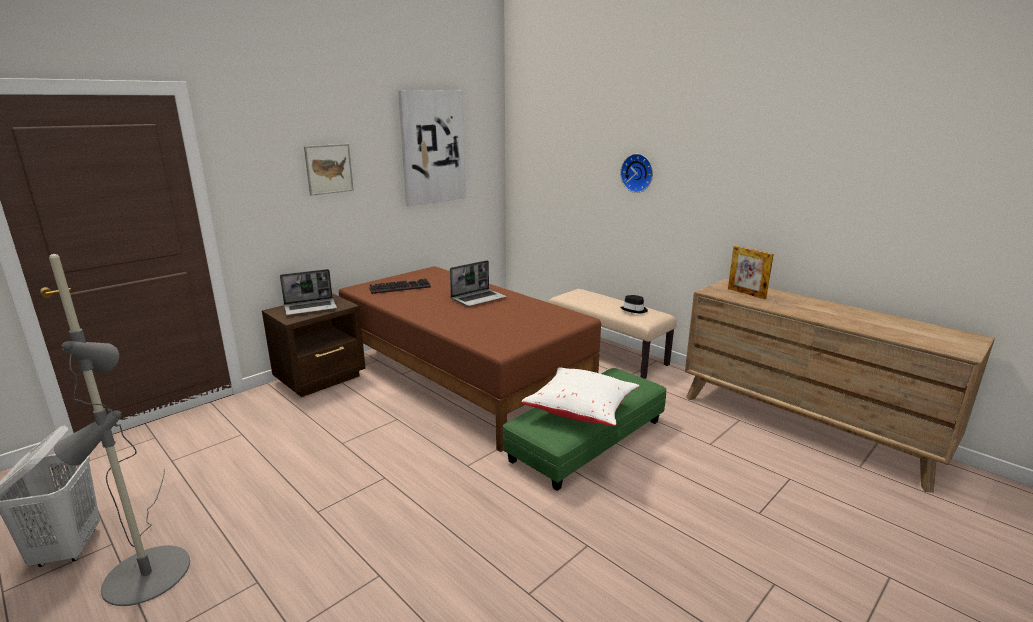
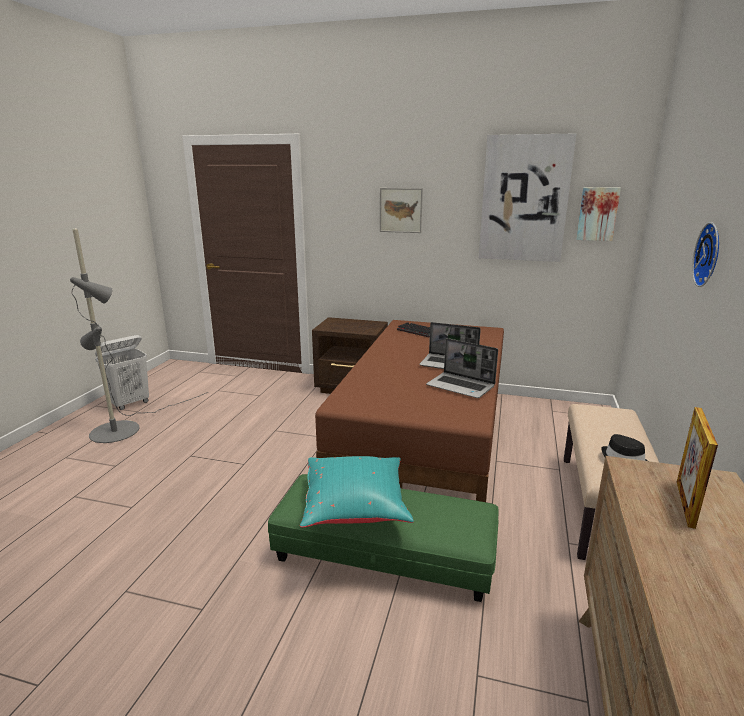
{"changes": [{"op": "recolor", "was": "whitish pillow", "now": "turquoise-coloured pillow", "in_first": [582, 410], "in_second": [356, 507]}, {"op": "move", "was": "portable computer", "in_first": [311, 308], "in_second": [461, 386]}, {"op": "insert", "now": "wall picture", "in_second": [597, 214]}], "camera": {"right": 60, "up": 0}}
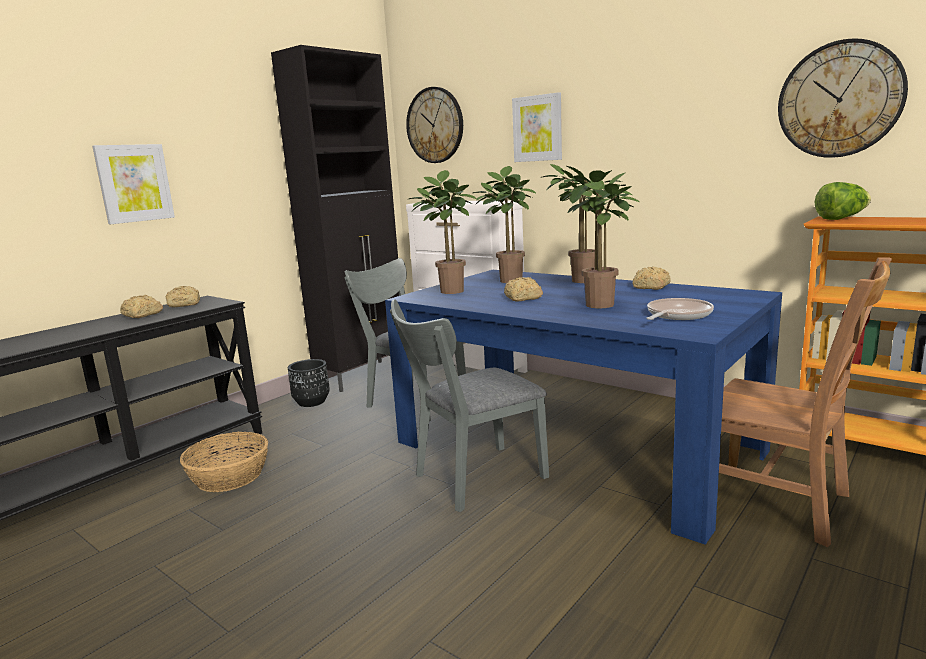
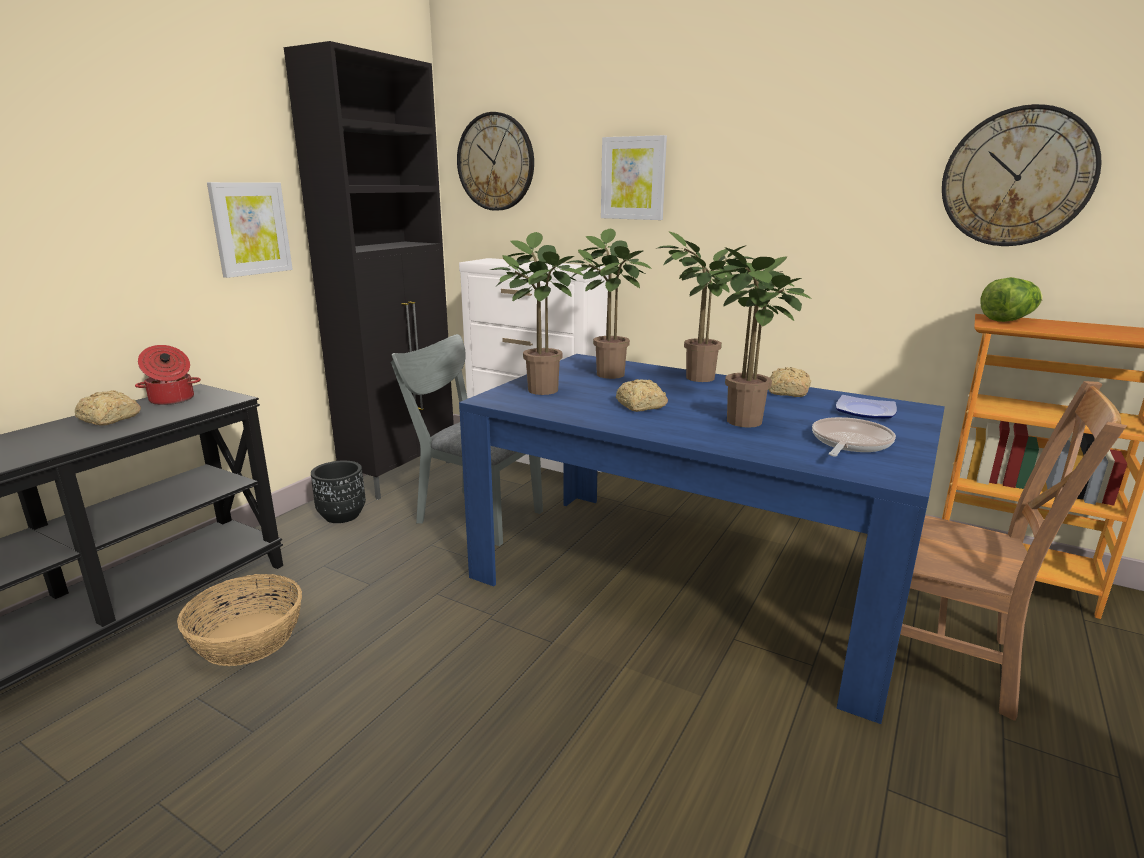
{"changes": [{"op": "replace", "was": "bakery bread", "now": "saucepot", "in_first": [185, 304], "in_second": [172, 400]}, {"op": "move", "was": "wall picture", "in_first": [134, 183], "in_second": [250, 228]}, {"op": "insert", "now": "plate", "in_second": [866, 412]}, {"op": "delete", "was": "grey chair", "in_first": [472, 479]}], "camera": {"right": -10, "up": 5}}
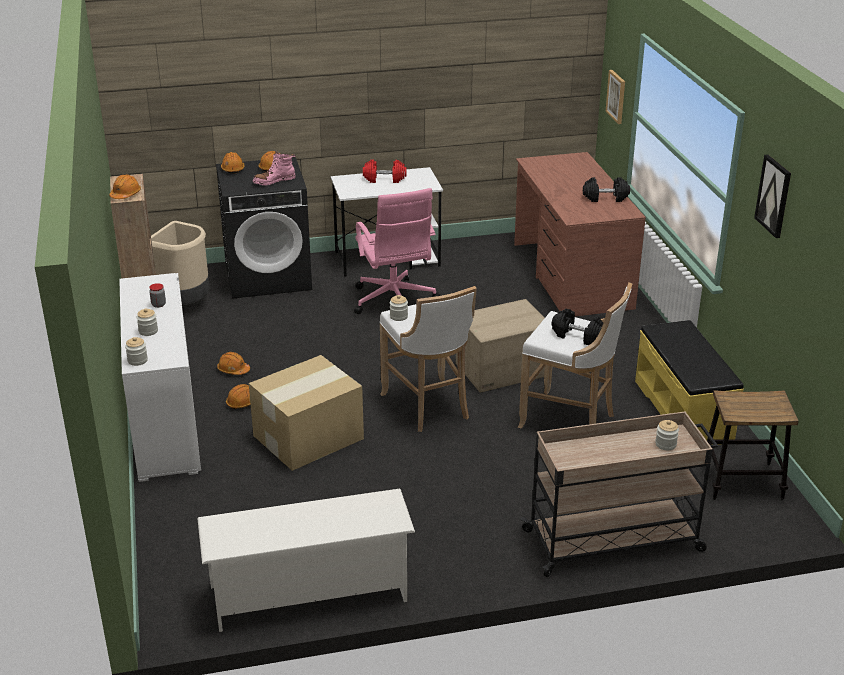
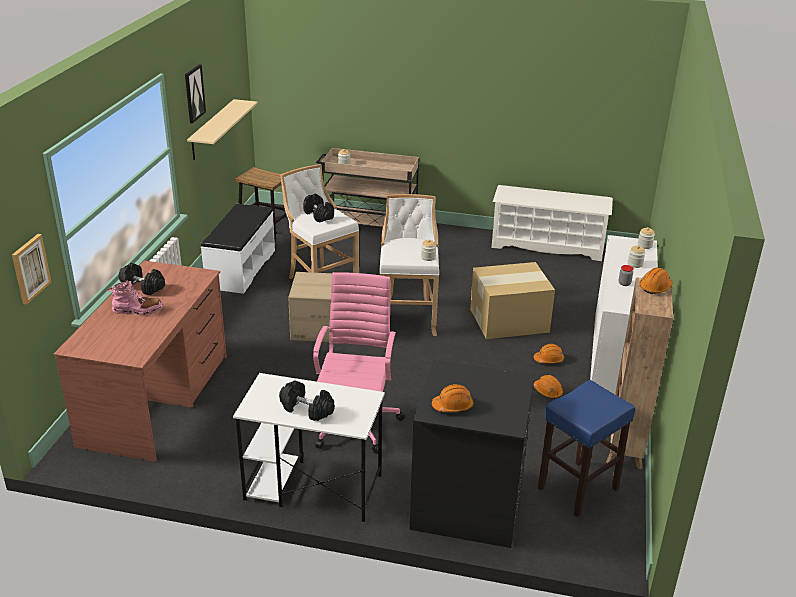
{"changes": [{"op": "move", "was": "pink high-top boot", "in_first": [274, 181], "in_second": [137, 310]}, {"op": "insert", "now": "beige shelf", "in_second": [212, 129]}, {"op": "recolor", "was": "yellow-coloured long seat", "now": "whitish long seat", "in_first": [683, 410], "in_second": [240, 268]}, {"op": "recolor", "was": "reddish free weight", "now": "black-coloured free weight", "in_first": [384, 179], "in_second": [306, 409]}, {"op": "replace", "was": "beige waste bin", "now": "blue sitting stool", "in_first": [185, 305], "in_second": [577, 489]}, {"op": "delete", "was": "orange safety helmet", "in_first": [232, 169]}], "camera": {"right": -155, "up": 0}}
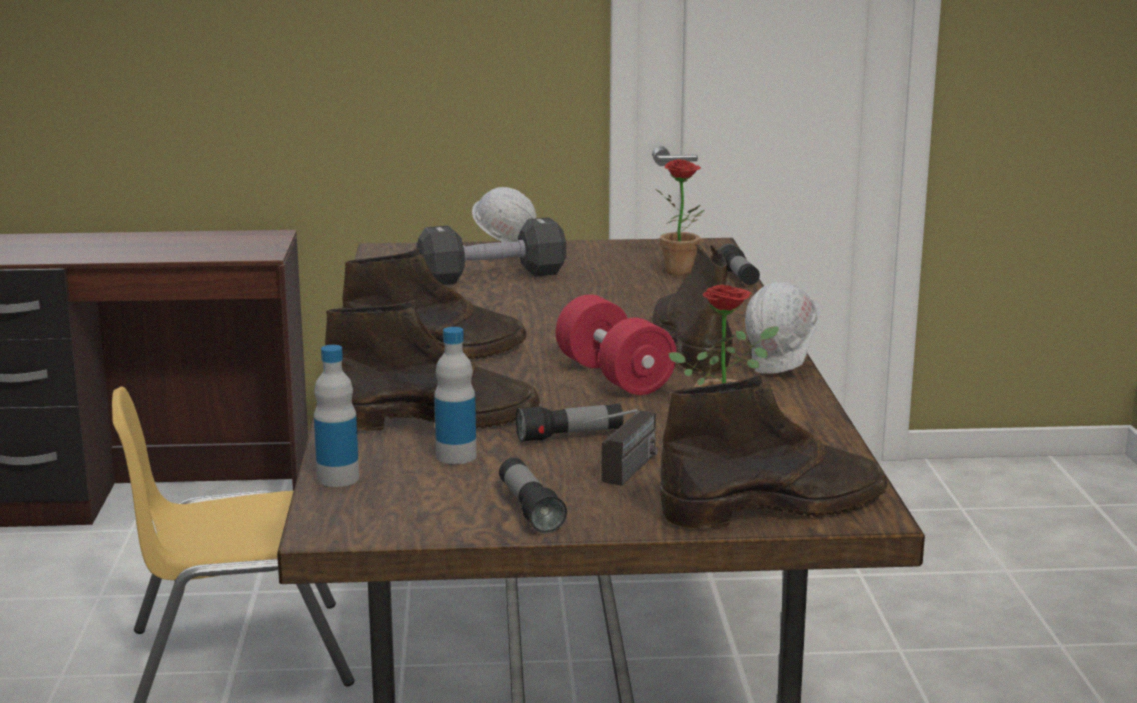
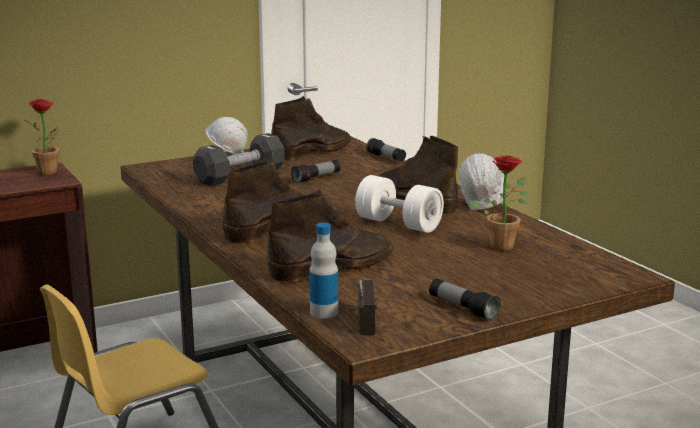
{"changes": [{"op": "move", "was": "houseplant", "in_first": [683, 273], "in_second": [50, 173]}, {"op": "move", "was": "brown high-top boot", "in_first": [776, 507], "in_second": [312, 151]}, {"op": "move", "was": "torch", "in_first": [570, 436], "in_second": [316, 178]}, {"op": "recolor", "was": "reddish free weight", "now": "whitish free weight", "in_first": [614, 376], "in_second": [398, 224]}, {"op": "move", "was": "radio", "in_first": [622, 477], "in_second": [368, 328]}, {"op": "delete", "was": "beverage bottle", "in_first": [456, 456]}], "camera": {"right": -25, "up": 0}}
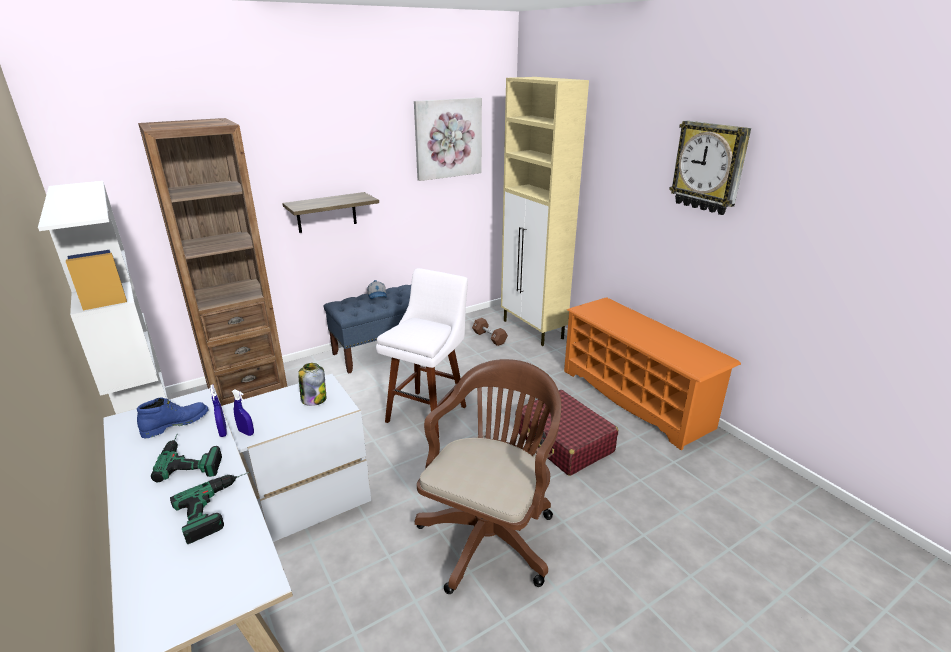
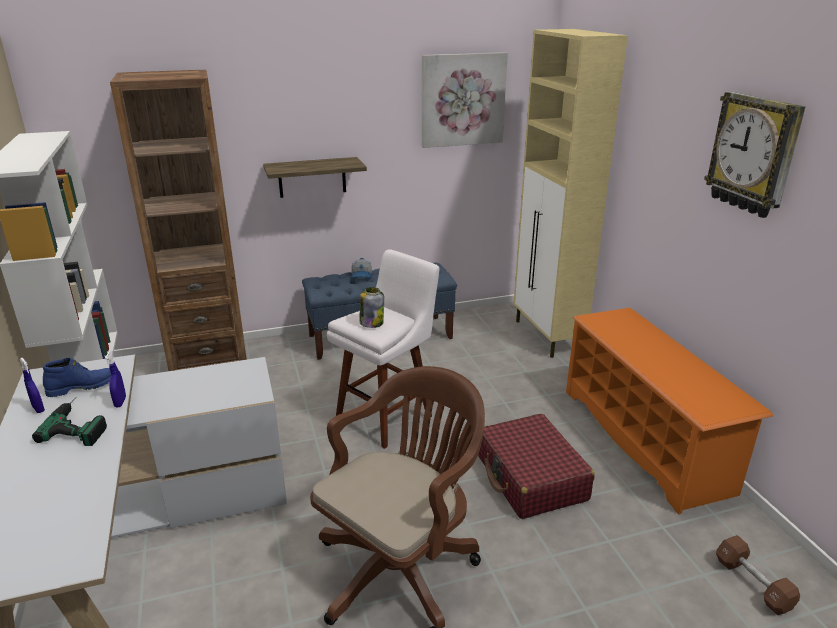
{"changes": [{"op": "move", "was": "blue hand sprayer", "in_first": [246, 432], "in_second": [38, 409]}, {"op": "move", "was": "preserve jar", "in_first": [314, 399], "in_second": [371, 323]}, {"op": "move", "was": "brown free weight", "in_first": [489, 338], "in_second": [753, 584]}, {"op": "delete", "was": "electric drill", "in_first": [219, 506]}], "camera": {"right": 15, "up": 0}}
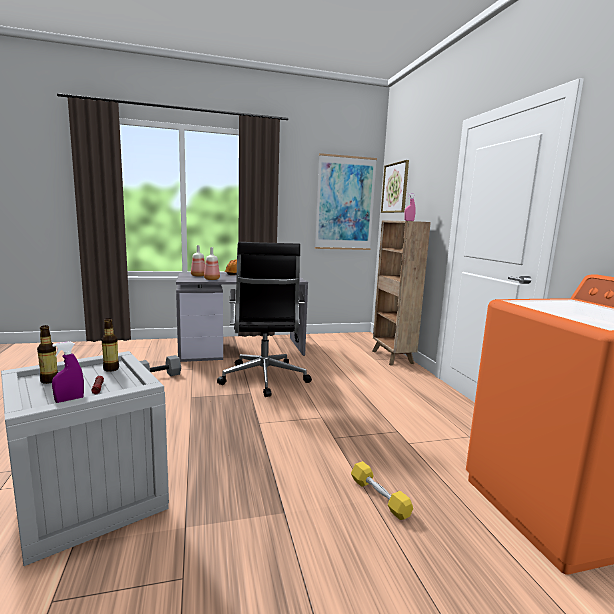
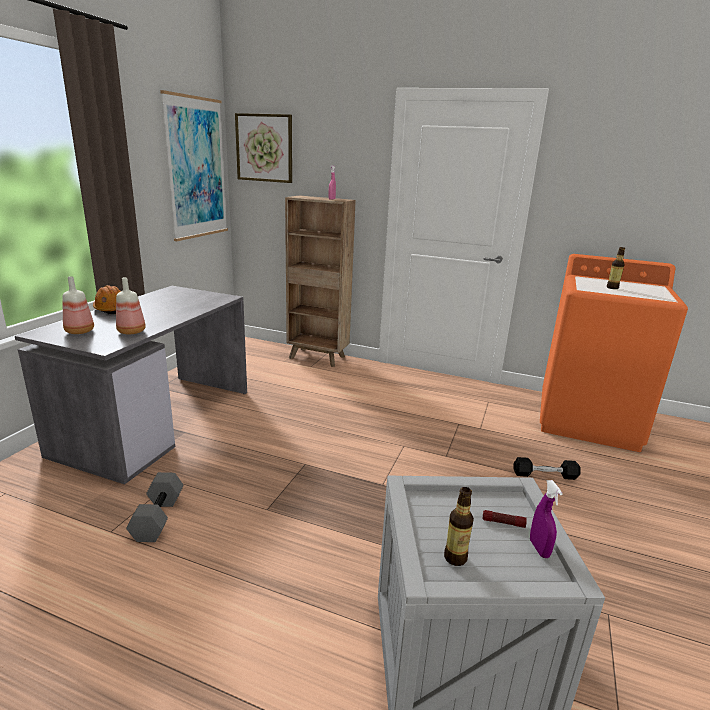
{"changes": [{"op": "recolor", "was": "yellow-coloured free weight", "now": "black-coloured free weight", "in_first": [379, 497], "in_second": [544, 475]}, {"op": "move", "was": "beverage bottle", "in_first": [111, 369], "in_second": [612, 288]}, {"op": "delete", "was": "black-coloured computer chair", "in_first": [264, 379]}], "camera": {"right": -55, "up": 10}}
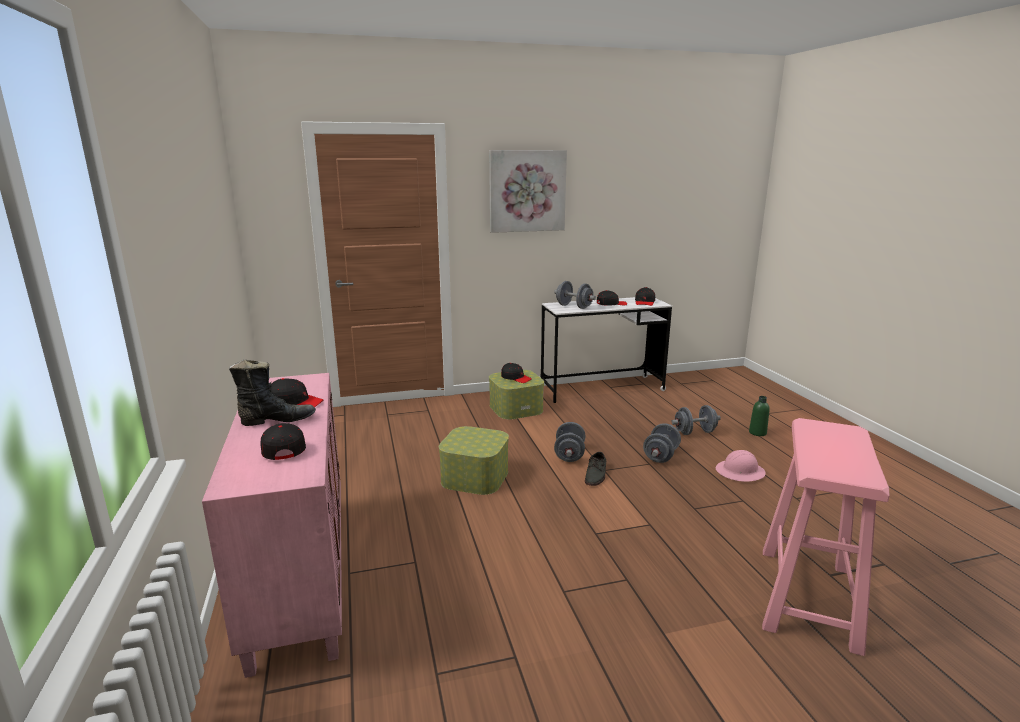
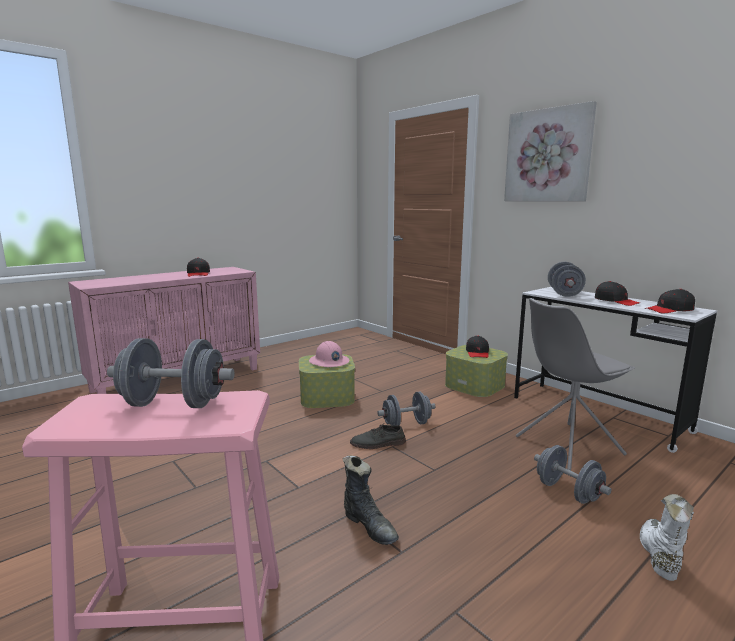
{"changes": [{"op": "move", "was": "grey free weight", "in_first": [661, 456], "in_second": [174, 404]}, {"op": "move", "was": "pink safety helmet", "in_first": [740, 472], "in_second": [329, 362]}, {"op": "move", "was": "black-coloured high-top boot", "in_first": [276, 420], "in_second": [369, 526]}, {"op": "insert", "now": "grey chair", "in_second": [567, 446]}, {"op": "replace", "was": "green beverage bottle", "now": "whitish high-top boot", "in_first": [757, 433], "in_second": [658, 554]}, {"op": "delete", "was": "black-coloured peaked cap", "in_first": [283, 448]}], "camera": {"right": 65, "up": -5}}
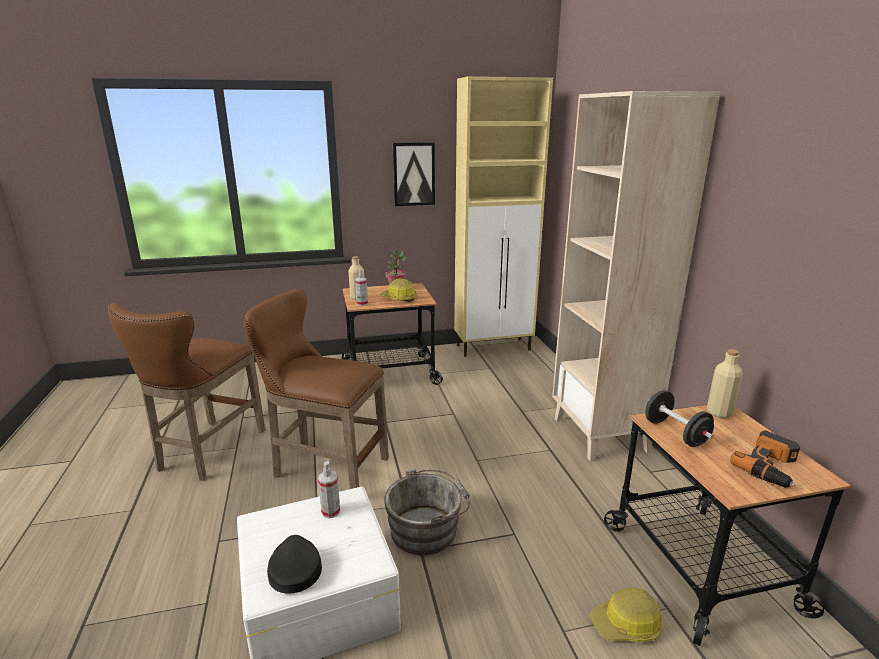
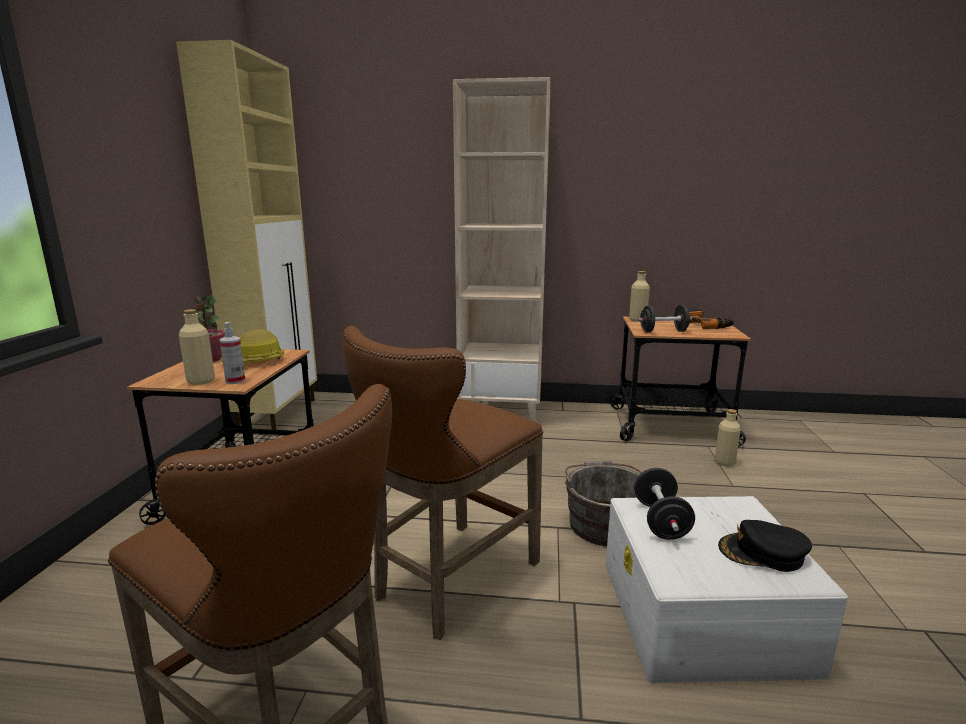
{"changes": [{"op": "replace", "was": "hand sprayer", "now": "black-coloured free weight", "in_first": [331, 512], "in_second": [660, 521]}, {"op": "replace", "was": "safety helmet", "now": "beige beverage bottle", "in_first": [627, 625], "in_second": [724, 462]}, {"op": "delete", "was": "wall picture", "in_first": [413, 174]}], "camera": {"right": -70, "up": -5}}
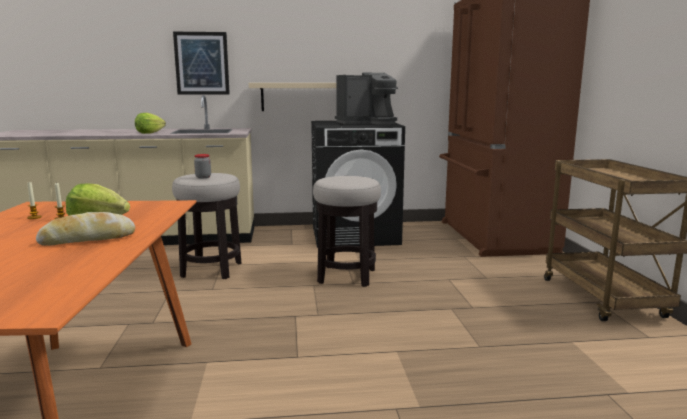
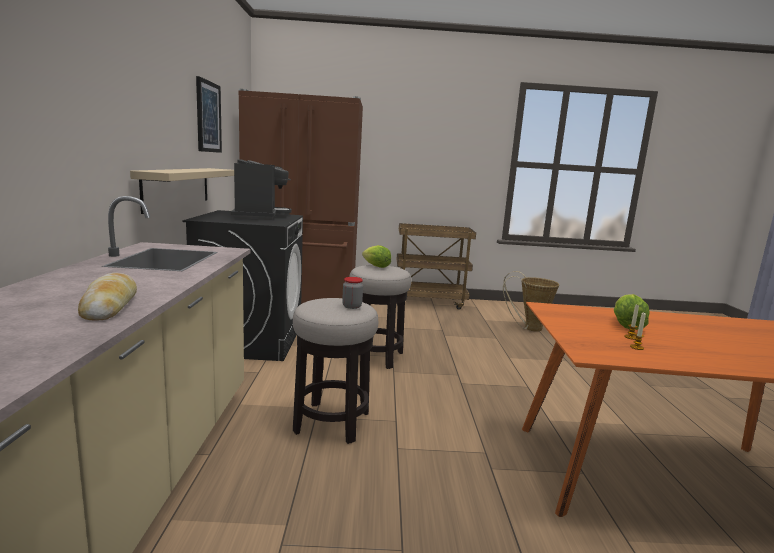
{"changes": [{"op": "move", "was": "bakery bread", "in_first": [88, 239], "in_second": [109, 306]}, {"op": "move", "was": "wall picture", "in_first": [202, 63], "in_second": [208, 117]}, {"op": "move", "was": "head of lettuce", "in_first": [149, 133], "in_second": [376, 266]}, {"op": "insert", "now": "basket", "in_second": [528, 328]}], "camera": {"right": -85, "up": 0}}
